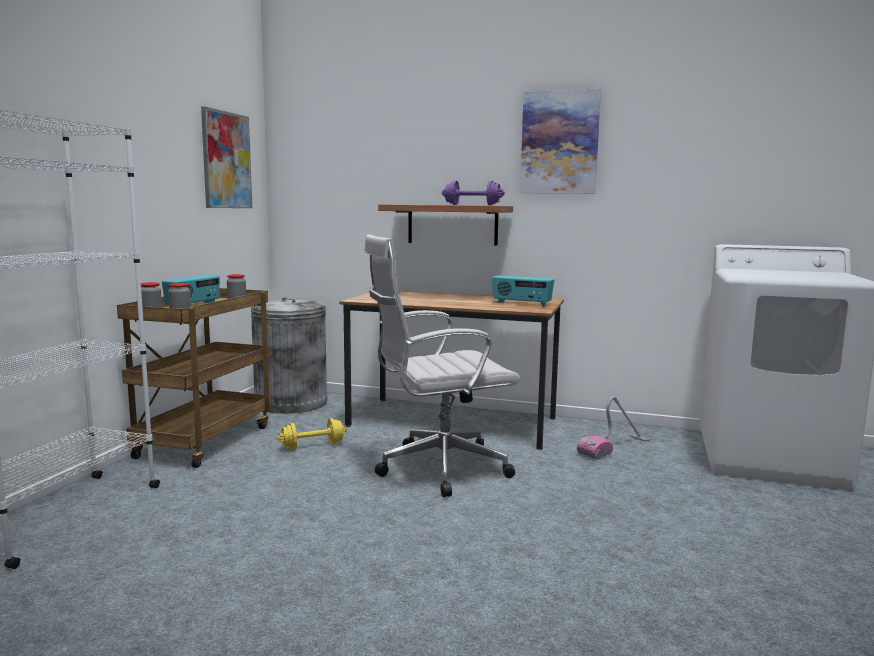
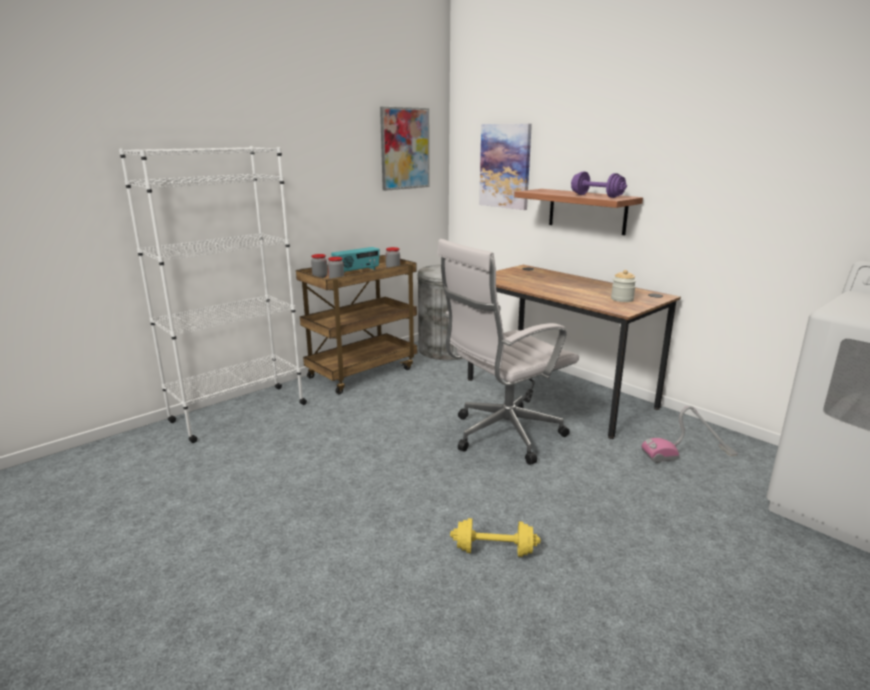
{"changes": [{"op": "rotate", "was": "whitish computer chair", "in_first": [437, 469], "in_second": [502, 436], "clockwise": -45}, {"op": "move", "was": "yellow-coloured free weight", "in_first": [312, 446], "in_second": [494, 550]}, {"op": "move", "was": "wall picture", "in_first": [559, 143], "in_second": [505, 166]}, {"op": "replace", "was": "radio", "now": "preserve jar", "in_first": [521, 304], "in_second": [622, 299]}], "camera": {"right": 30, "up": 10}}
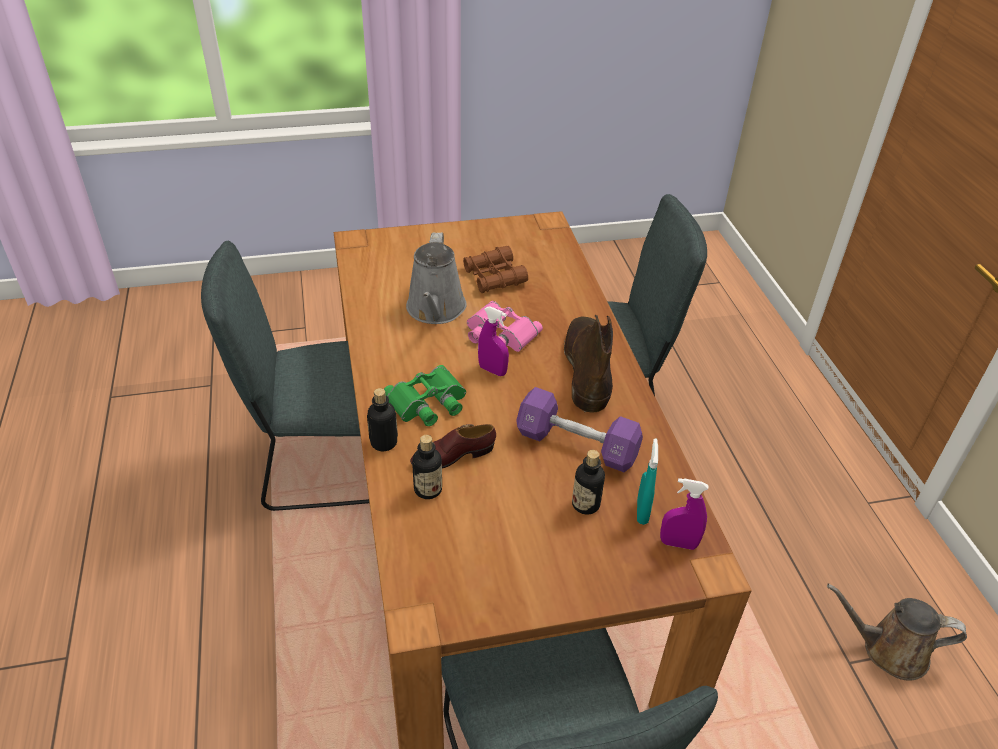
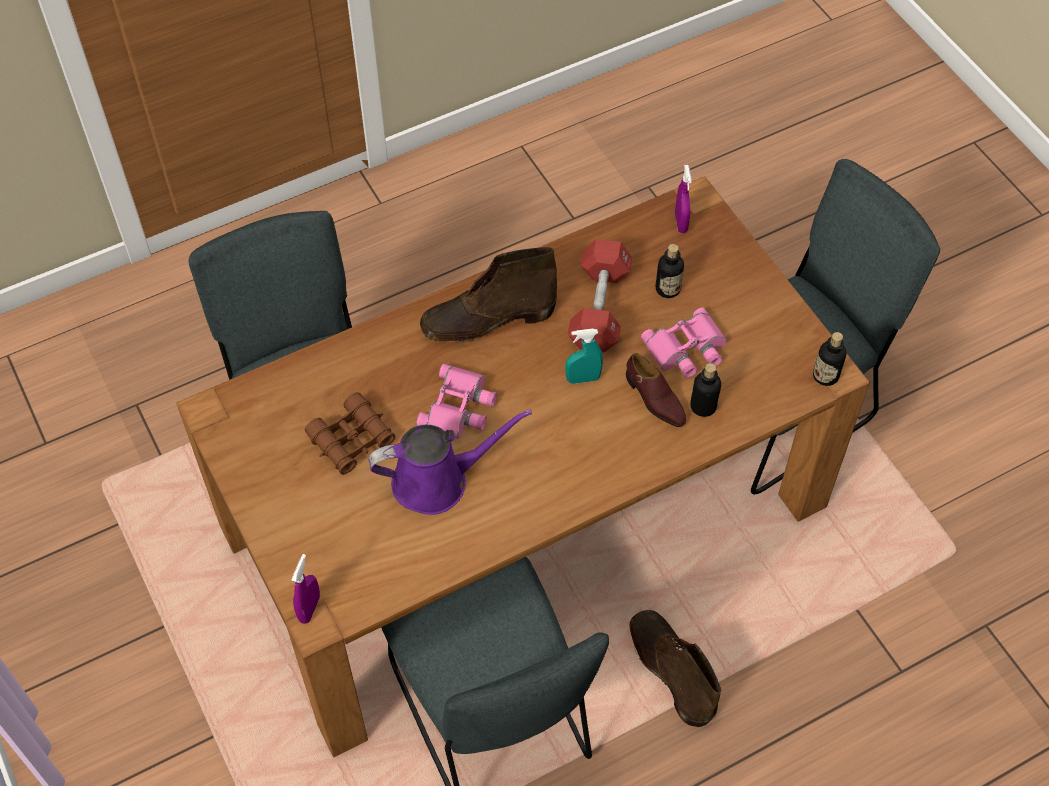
{"changes": [{"op": "move", "was": "purple-coloured hand sprayer", "in_first": [492, 370], "in_second": [309, 608]}, {"op": "recolor", "was": "grey watering can", "now": "purple-coloured watering can", "in_first": [435, 310], "in_second": [437, 480]}, {"op": "move", "was": "turquoise-coloured hand sprayer", "in_first": [642, 512], "in_second": [583, 379]}, {"op": "recolor", "was": "purple-coloured free weight", "now": "reddish free weight", "in_first": [577, 444], "in_second": [599, 308]}, {"op": "insert", "now": "brown high-top boot", "in_second": [670, 670]}, {"op": "insert", "now": "pink binoculars", "in_second": [687, 349]}, {"op": "move", "was": "beverage bottle", "in_first": [384, 442], "in_second": [825, 376]}, {"op": "delete", "was": "green binoculars", "in_first": [428, 403]}, {"op": "delete", "was": "brown watering can", "in_first": [888, 650]}], "camera": {"right": -105, "up": 15}}
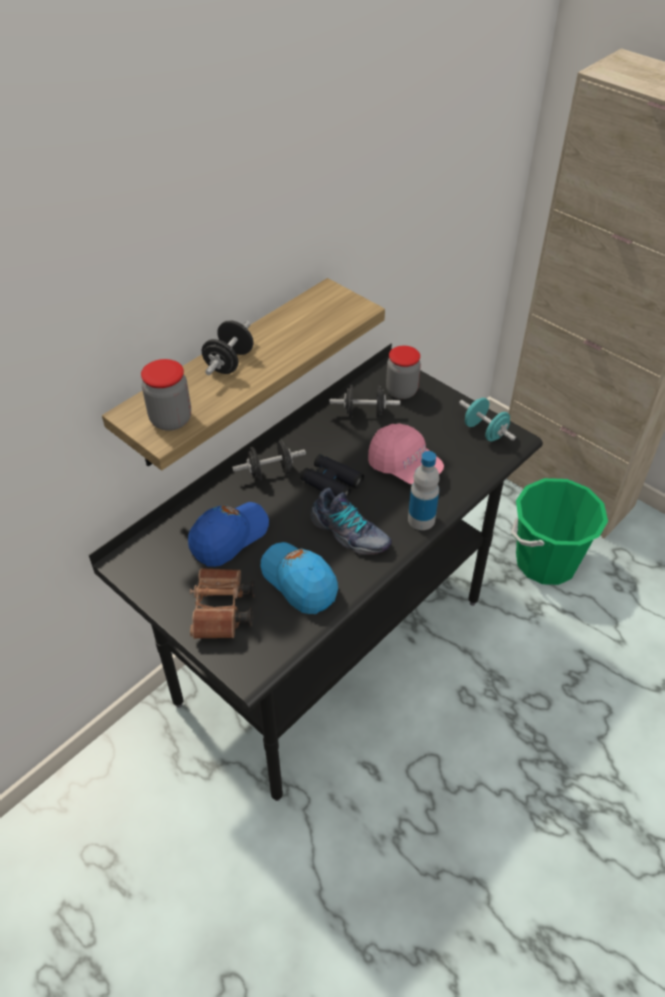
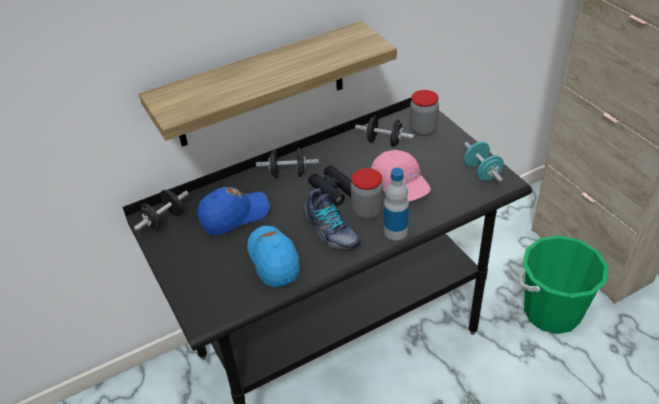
{"changes": [{"op": "move", "was": "black-coloured free weight", "in_first": [229, 362], "in_second": [164, 220]}, {"op": "move", "was": "preserve jar", "in_first": [171, 419], "in_second": [367, 211]}, {"op": "delete", "was": "brown binoculars", "in_first": [222, 613]}], "camera": {"right": 20, "up": -5}}
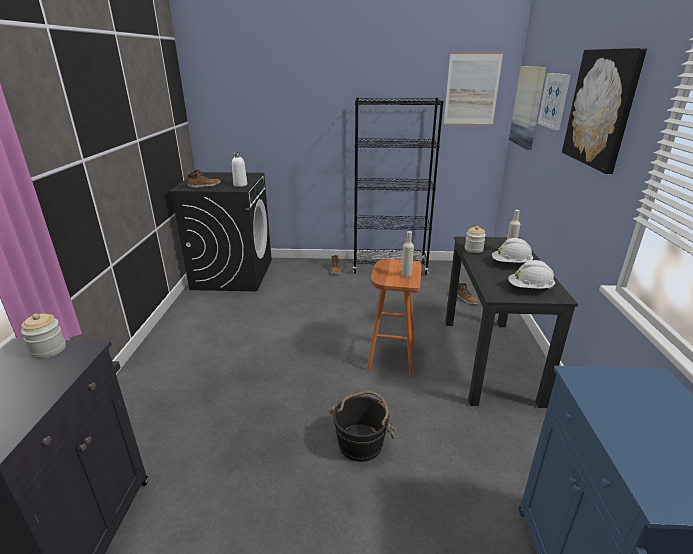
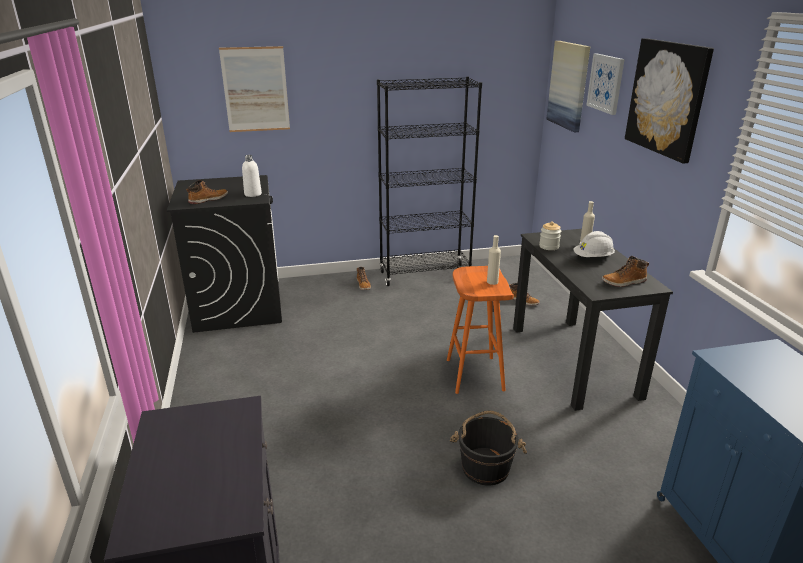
{"changes": [{"op": "move", "was": "wall picture", "in_first": [472, 89], "in_second": [255, 89]}, {"op": "replace", "was": "whitish safety helmet", "now": "high-top boot", "in_first": [529, 289], "in_second": [624, 282]}, {"op": "delete", "was": "preserve jar", "in_first": [48, 350]}], "camera": {"right": -15, "up": 0}}
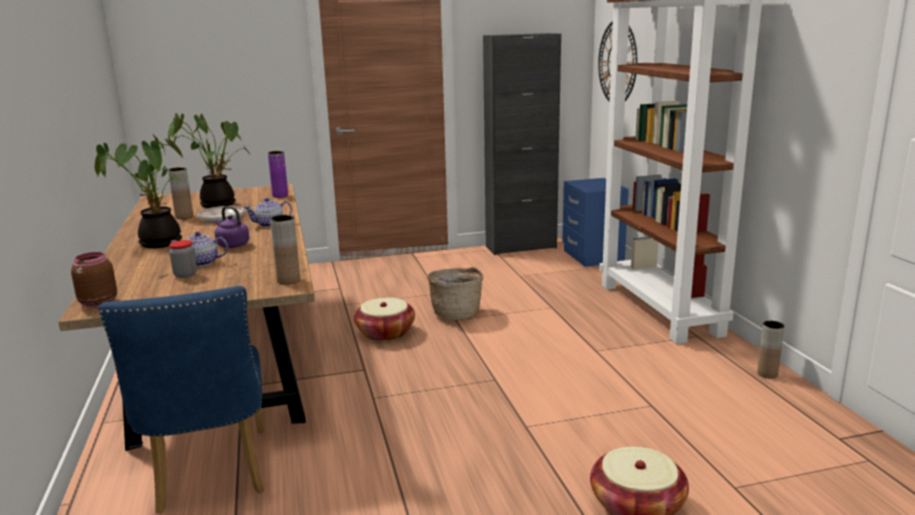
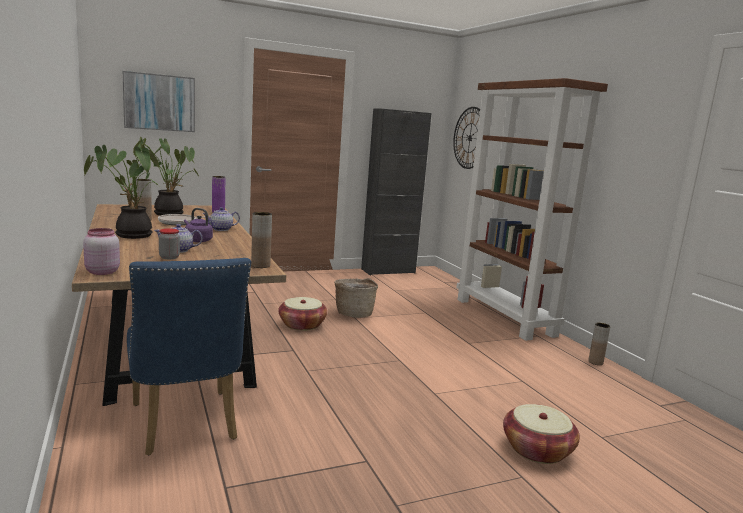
{"changes": [{"op": "recolor", "was": "brown preserve jar", "now": "pink preserve jar", "in_first": [97, 303], "in_second": [101, 272]}, {"op": "insert", "now": "wall picture", "in_second": [159, 102]}, {"op": "delete", "was": "blue night table", "in_first": [592, 256]}], "camera": {"right": -10, "up": -5}}
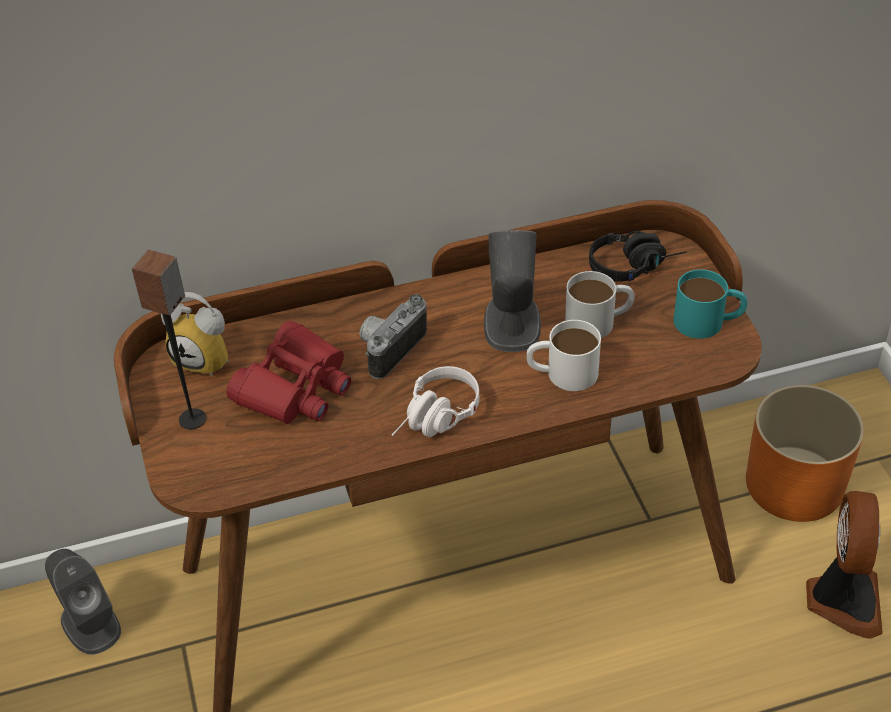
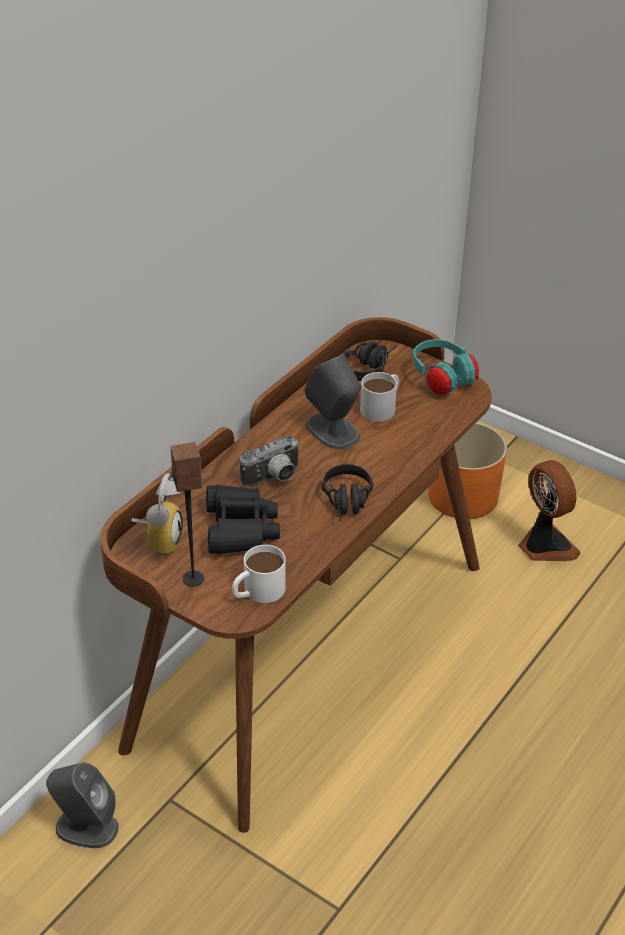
{"changes": [{"op": "rotate", "was": "table clock", "in_first": [207, 358], "in_second": [159, 540], "clockwise": -60}, {"op": "recolor", "was": "reddish binoculars", "now": "black-coloured binoculars", "in_first": [295, 388], "in_second": [240, 529]}, {"op": "move", "was": "whitish tea mug", "in_first": [562, 372], "in_second": [257, 592]}, {"op": "rotate", "was": "still camera", "in_first": [389, 348], "in_second": [274, 478], "clockwise": -120}, {"op": "recolor", "was": "whitish headphones", "now": "black-coloured headphones", "in_first": [436, 419], "in_second": [348, 504]}, {"op": "replace", "was": "turquoise-coloured tea mug", "now": "turquoise-coloured headphones", "in_first": [708, 321], "in_second": [442, 380]}], "camera": {"right": -40, "up": -5}}
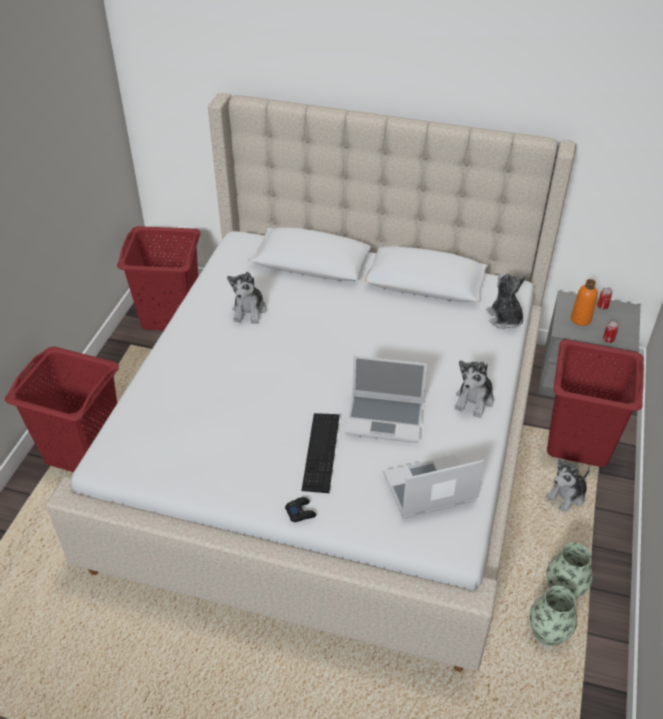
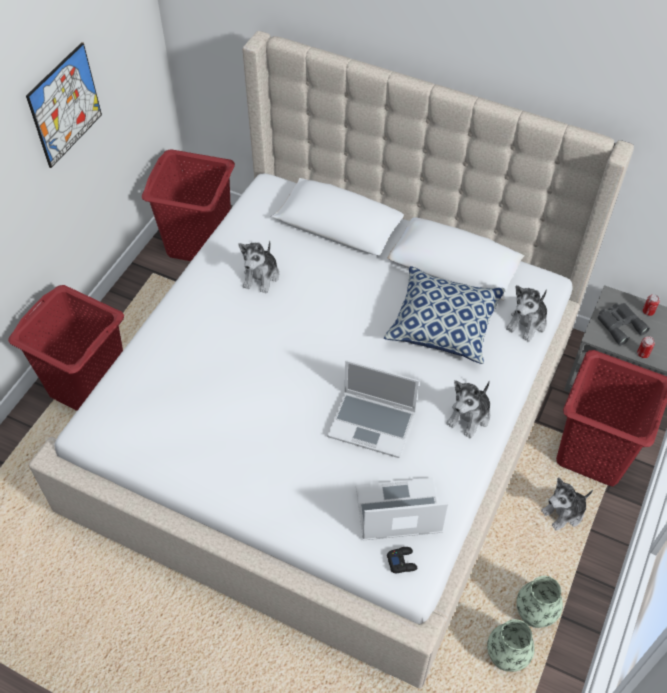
{"changes": [{"op": "insert", "now": "wall picture", "in_second": [65, 105]}, {"op": "insert", "now": "pillow", "in_second": [443, 324]}, {"op": "move", "was": "black-coloured joypad", "in_first": [300, 512], "in_second": [402, 561]}, {"op": "rotate", "was": "soft toy", "in_first": [504, 319], "in_second": [527, 323], "clockwise": -135}, {"op": "replace", "was": "orange beverage bottle", "now": "grey binoculars", "in_first": [580, 319], "in_second": [619, 324]}, {"op": "delete", "was": "computer keyboard", "in_first": [321, 451]}], "camera": {"right": 10, "up": 10}}
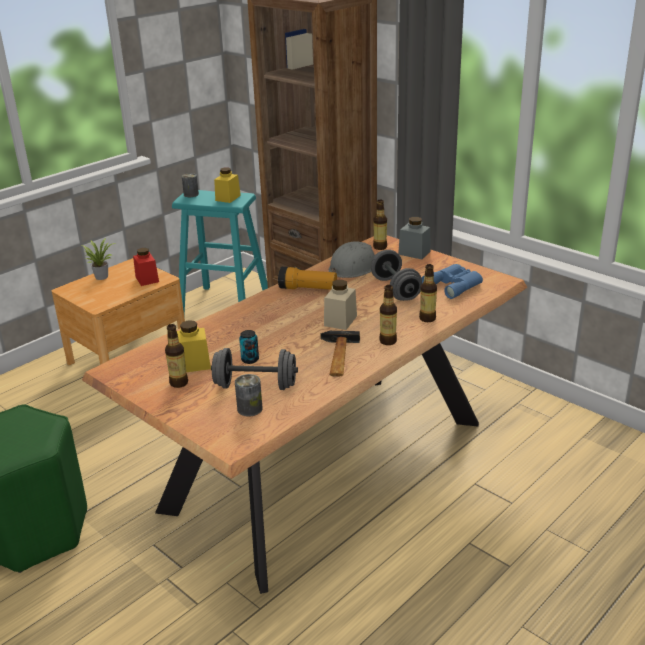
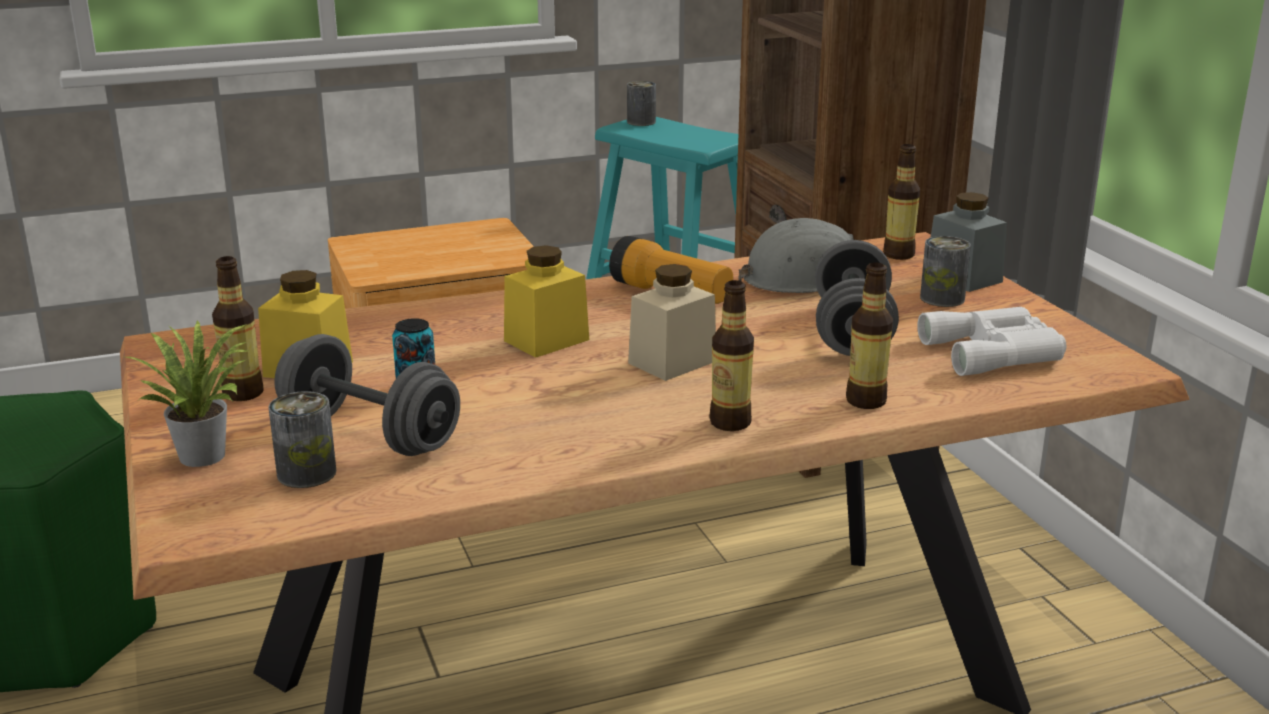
{"changes": [{"op": "move", "was": "houseplant", "in_first": [101, 276], "in_second": [205, 453]}, {"op": "move", "was": "yellow-coloured preserve jar", "in_first": [228, 198], "in_second": [546, 340]}, {"op": "recolor", "was": "blue binoculars", "now": "whitish binoculars", "in_first": [454, 285], "in_second": [996, 352]}, {"op": "insert", "now": "can", "in_second": [942, 298]}, {"op": "delete", "was": "reddish preserve jar", "in_first": [147, 279]}, {"op": "delete", "was": "hammer", "in_first": [337, 358]}], "camera": {"right": 25, "up": -5}}
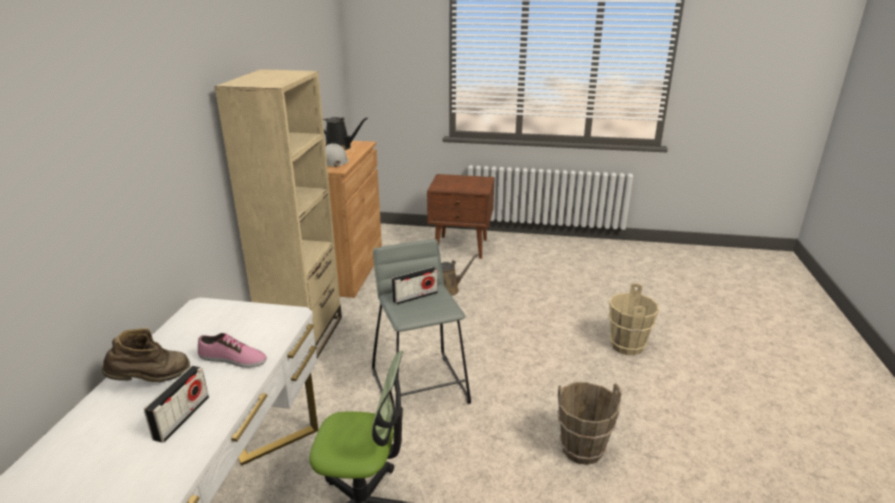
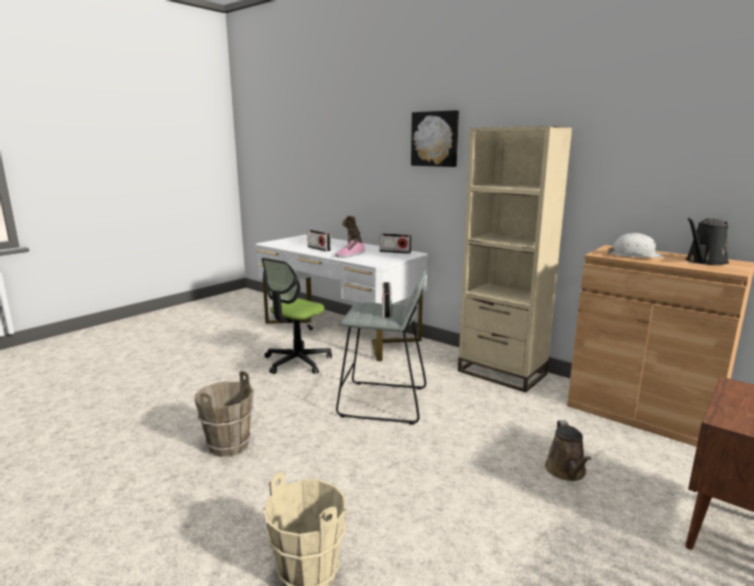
{"changes": [{"op": "insert", "now": "radio", "in_second": [395, 252]}, {"op": "insert", "now": "wall picture", "in_second": [435, 139]}], "camera": {"right": 120, "up": -10}}
